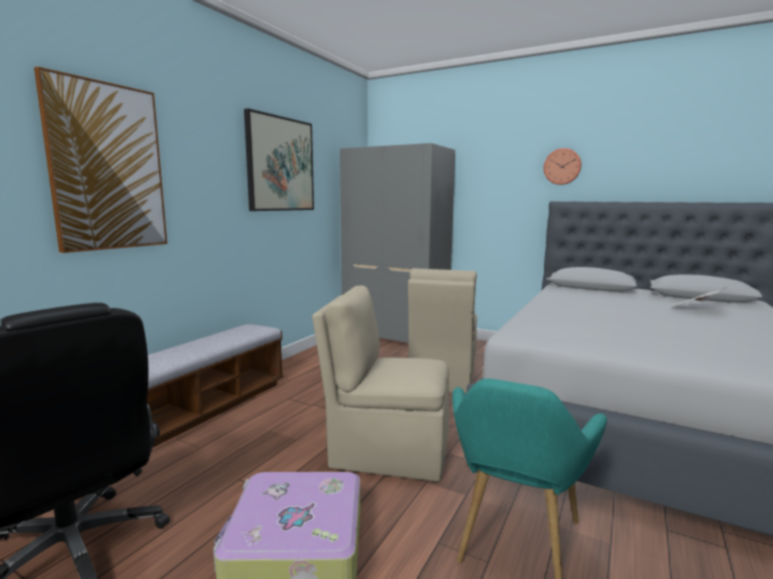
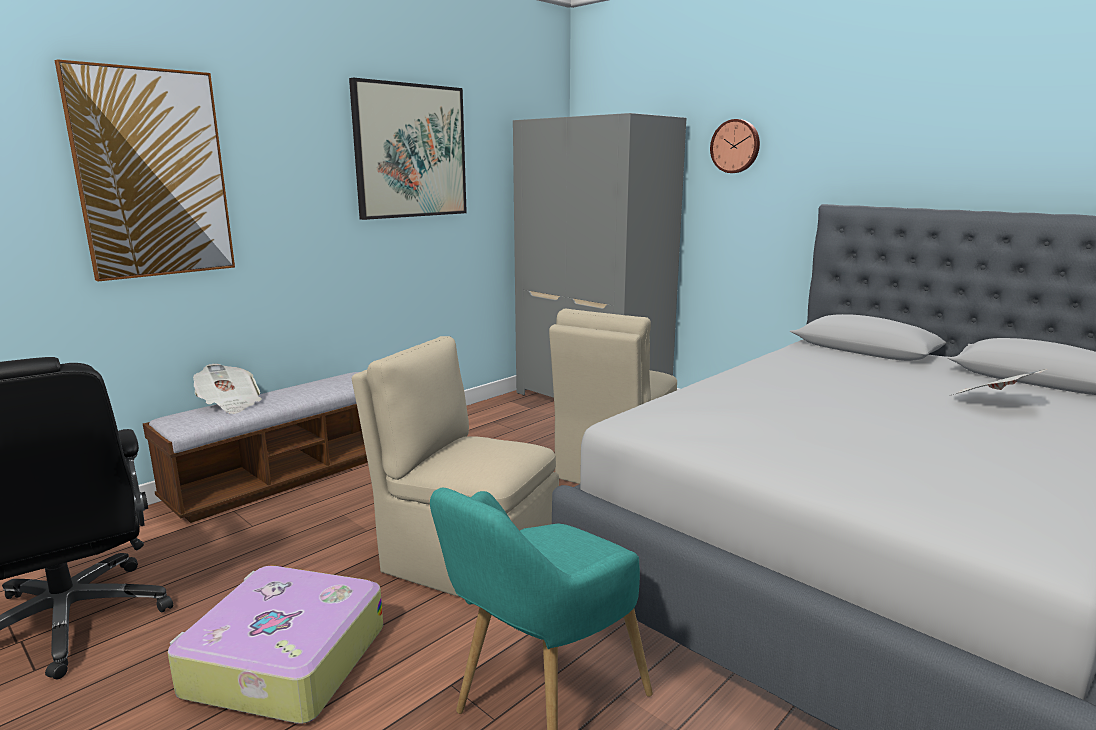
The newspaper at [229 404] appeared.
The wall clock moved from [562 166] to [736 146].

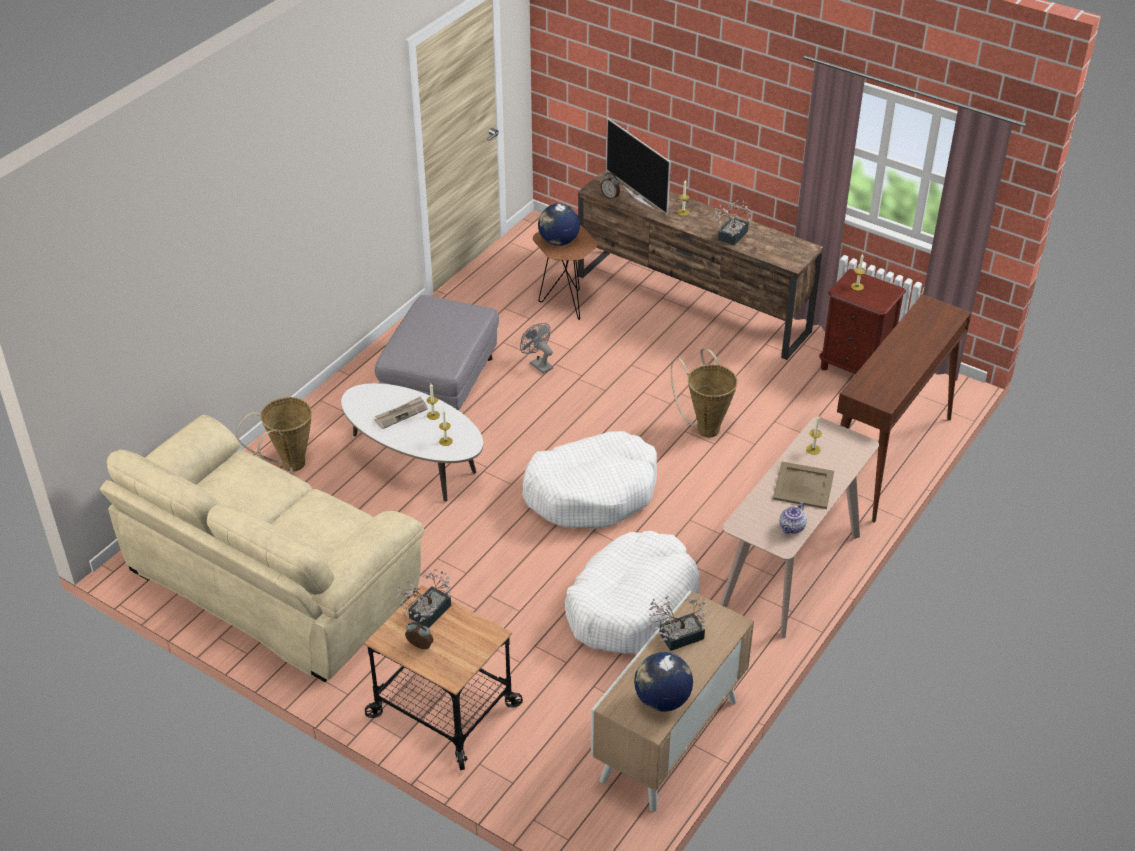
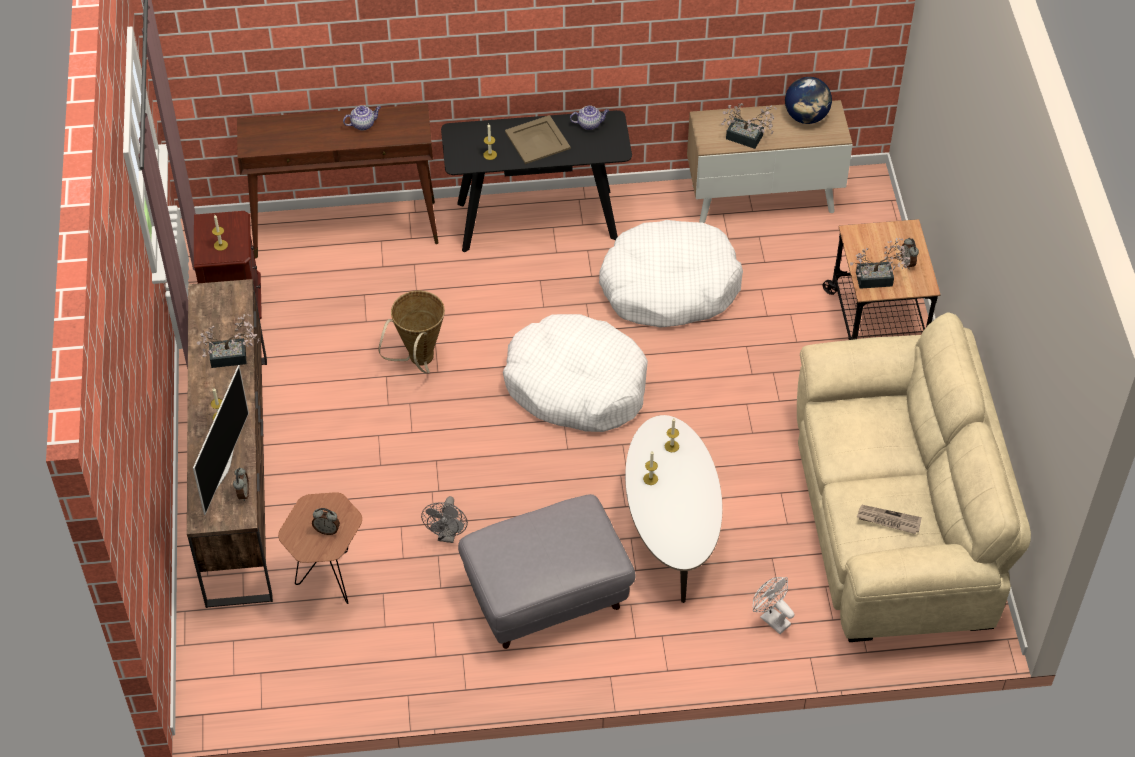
The globe at [558 242] was replaced by the alarm clock at [327 530].
The teapot at [363 124] appeared.
The console table in beige at [791 571] became the console table in black at [537 220].
The basket at [288 467] was replaced by the fan in white at [771 618].
The newspaper moved from [401 414] to [888 520].

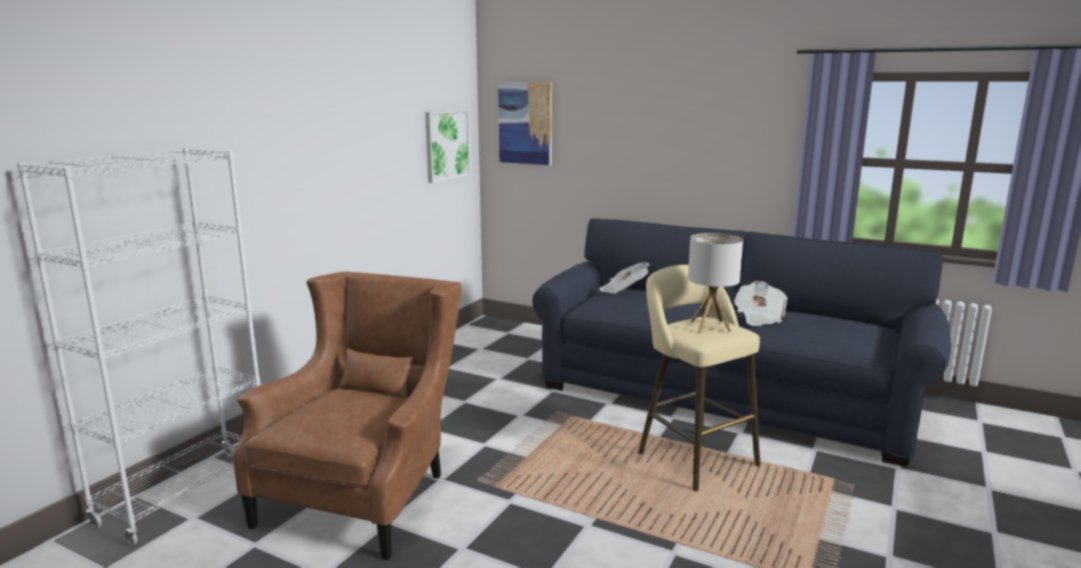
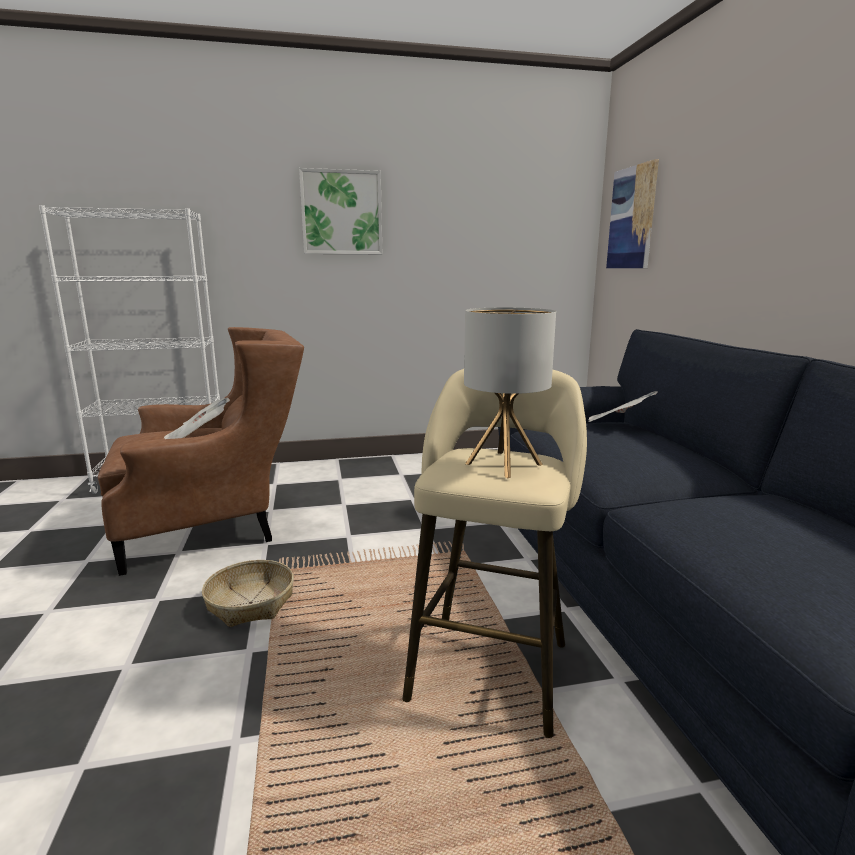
The newspaper moved from [759 318] to [198 437].
The basket at [250 603] appeared.
The picture moved from [447 145] to [341 213].

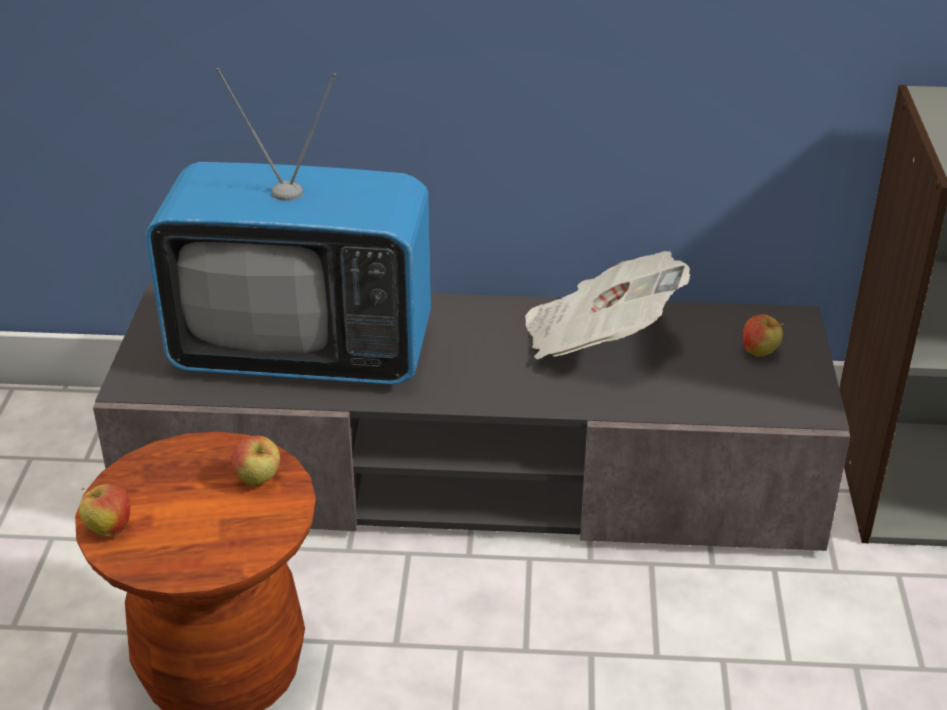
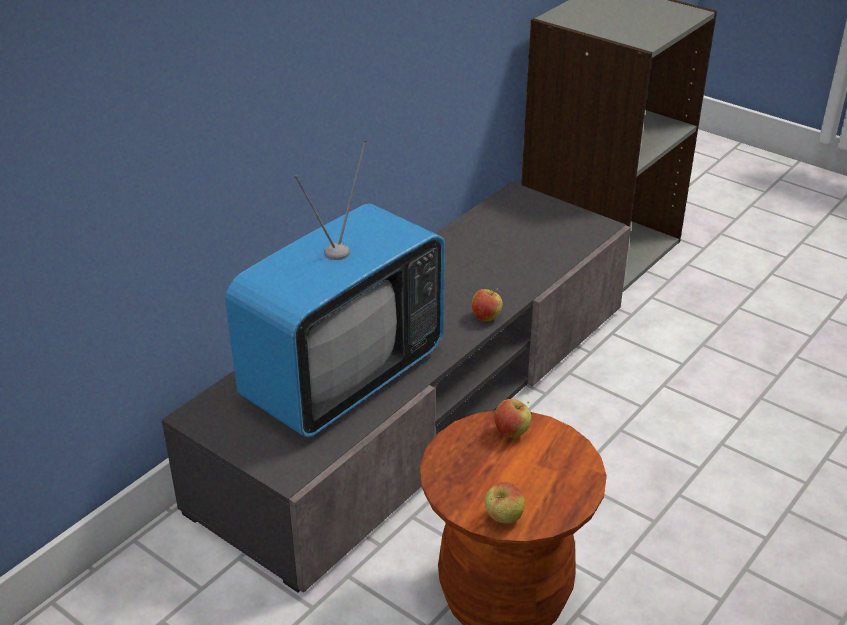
The apple moved from [759 353] to [486 318].
The newspaper at [598 340] disappeared.

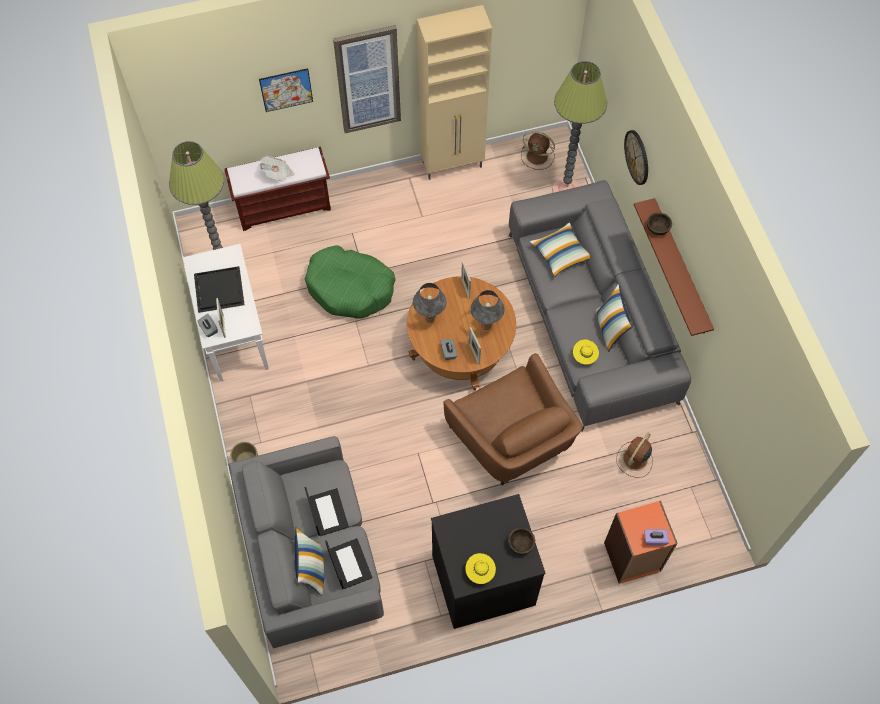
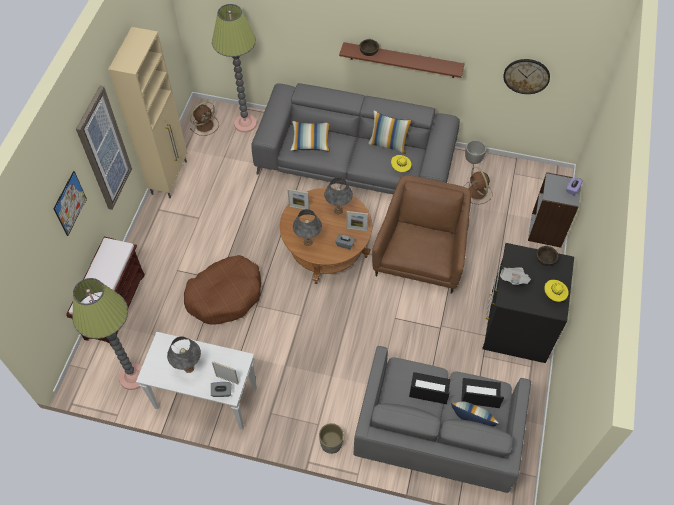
The tray in black at [218 289] was replaced by the table lamp in grey at [188 368].
The dog bed in green at [350 288] became the dog bed in brown at [225 295].
The armchair in brown at [512 440] turned 75 degrees counterclockwise.
The planter at [473 159] appeared.
The newspaper moved from [278 173] to [514 279].
The wall clock moved from [637 157] to [526 76].
The bookcase in orange at [632 557] became the bookcase in grey at [546 230].

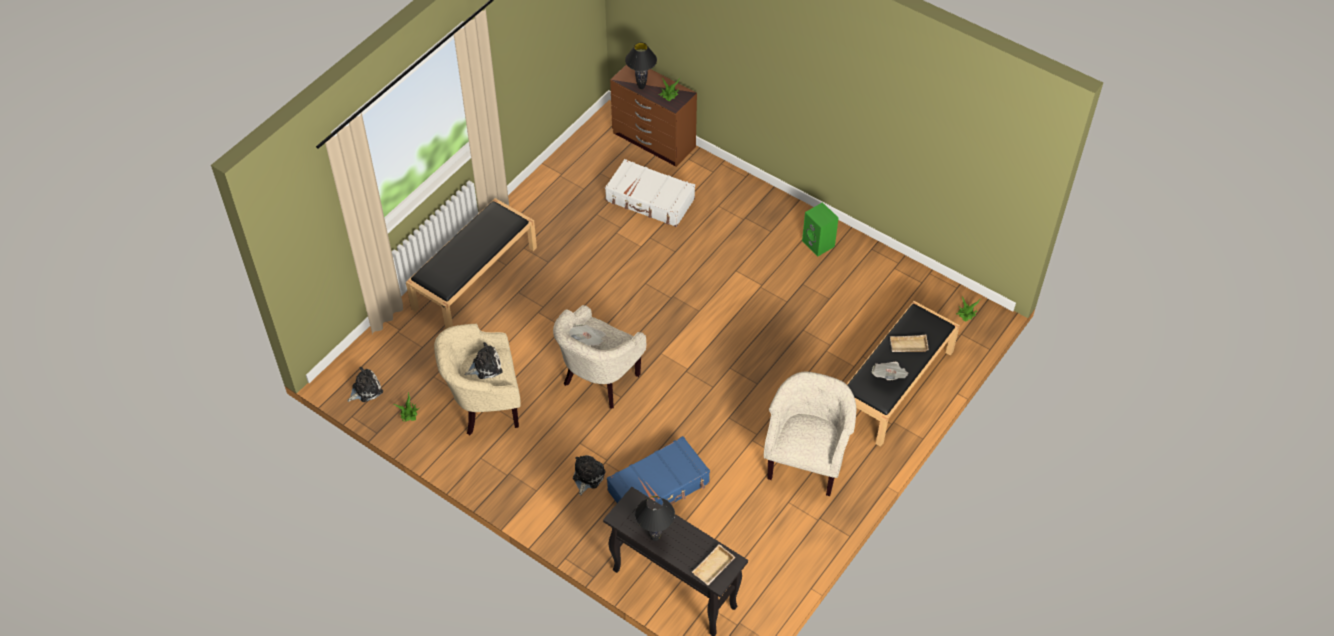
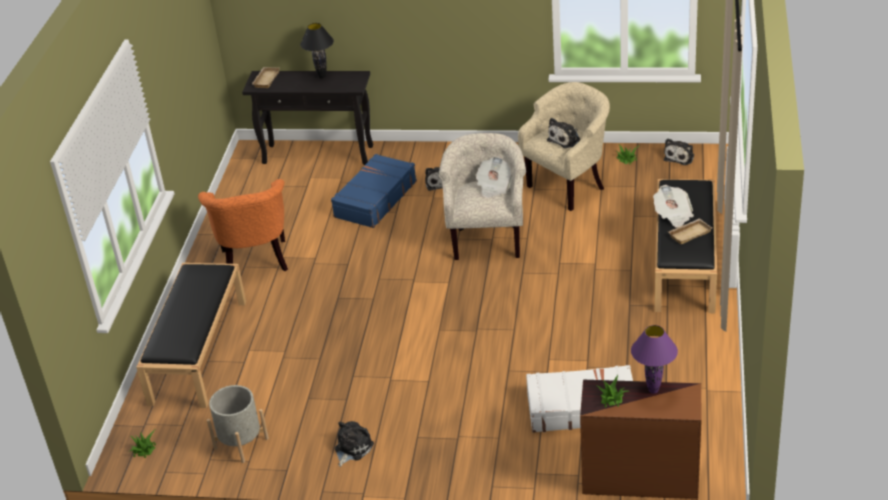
The armchair in beige at [806 462] became the armchair in orange at [255 262].
The planter in grey at [241 443] appeared.
The speaker in green at [819 244] was replaced by the plush toy at [352 448].
The table lamp in black at [641 87] became the table lamp in purple at [653 390].
The newspaper moved from [888 376] to [673 215].
The tray in beige moved from [908 347] to [689 233].

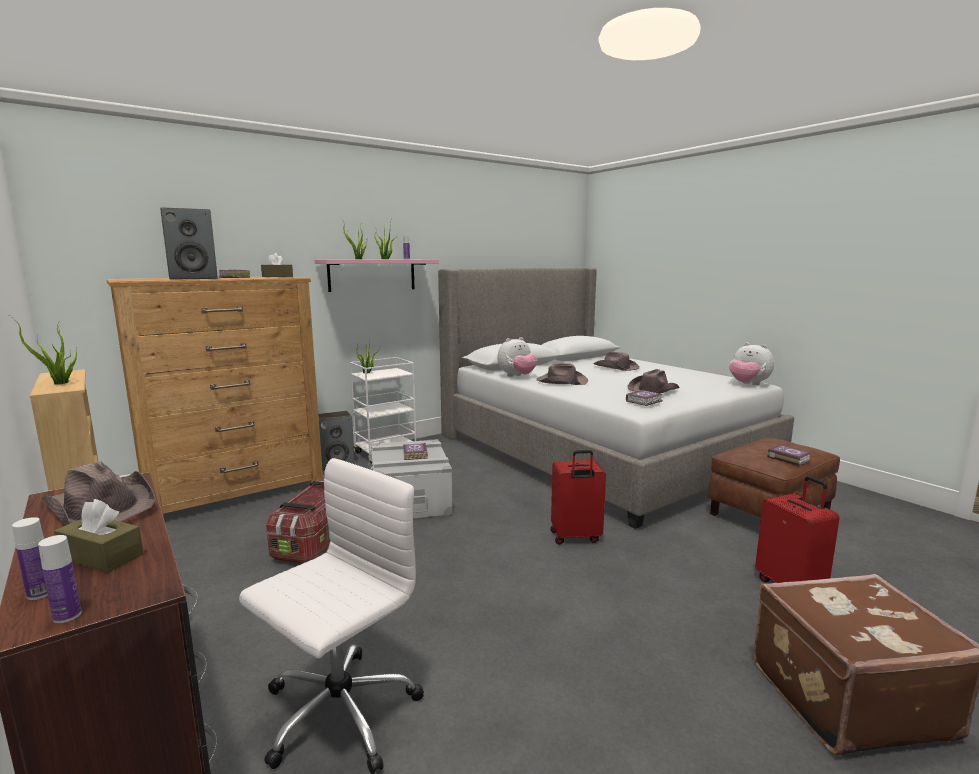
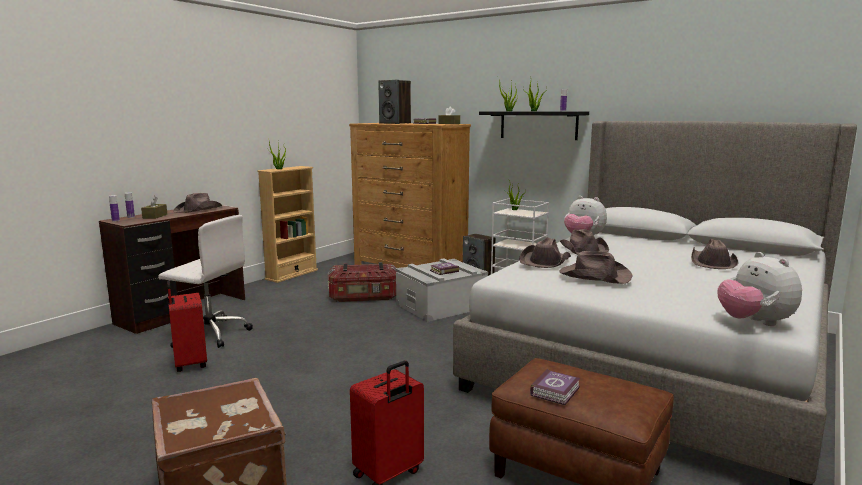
The suitcase in red moved from [575 537] to [189 364].
The shelf in pink at [372 275] became the shelf in black at [538 125].
The hat in brown at [545 261] appeared.
The plush toy at [748 384] turned 45 degrees counterclockwise.
The book at [645 401] disappeared.

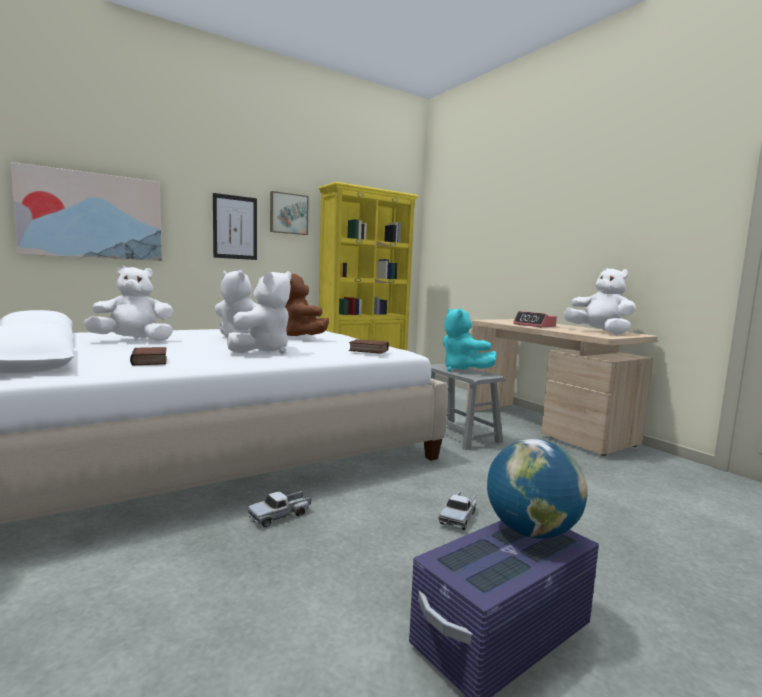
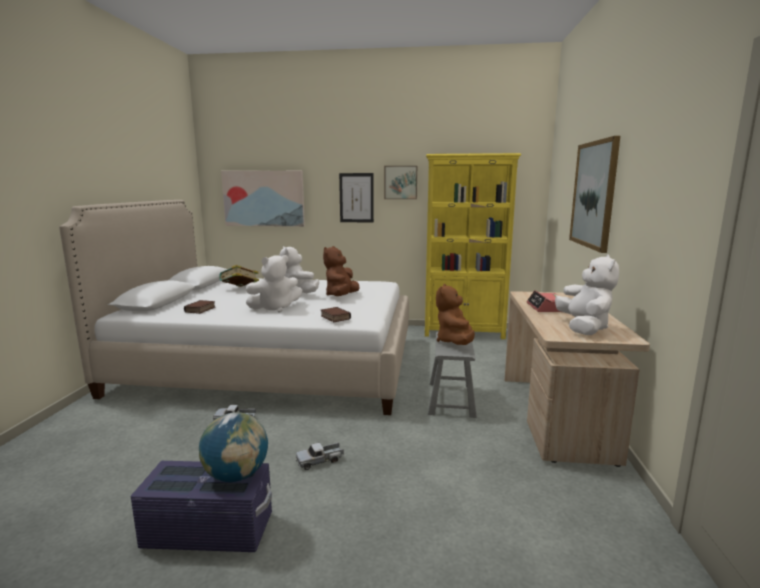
The plush toy in white at [134 340] was replaced by the book at [239 289].
The plush toy in turquoise at [462 370] became the plush toy in brown at [455 342].
The picture at [594 194] appeared.

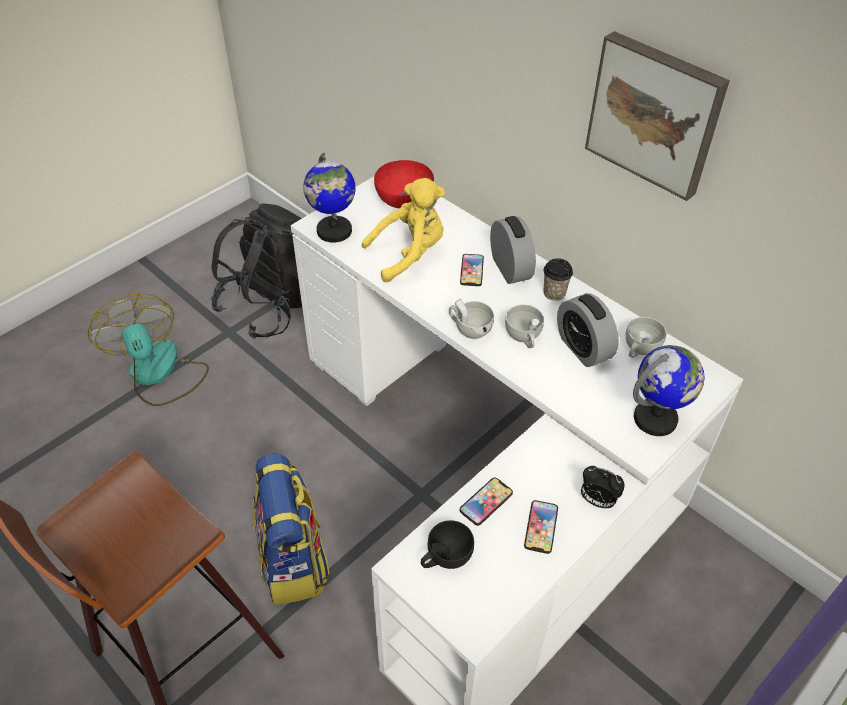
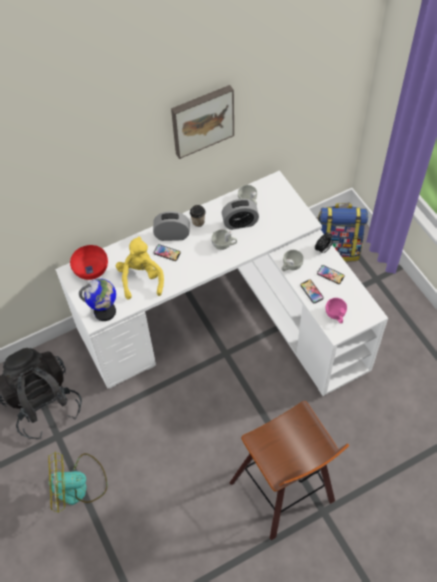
The cup in white moved from [469 328] to [290 266].
The backpack moved from [294 562] to [337 249].
The cup in black at [445 557] became the cup in pink at [336 315].
The globe at [656 419] disappeared.

